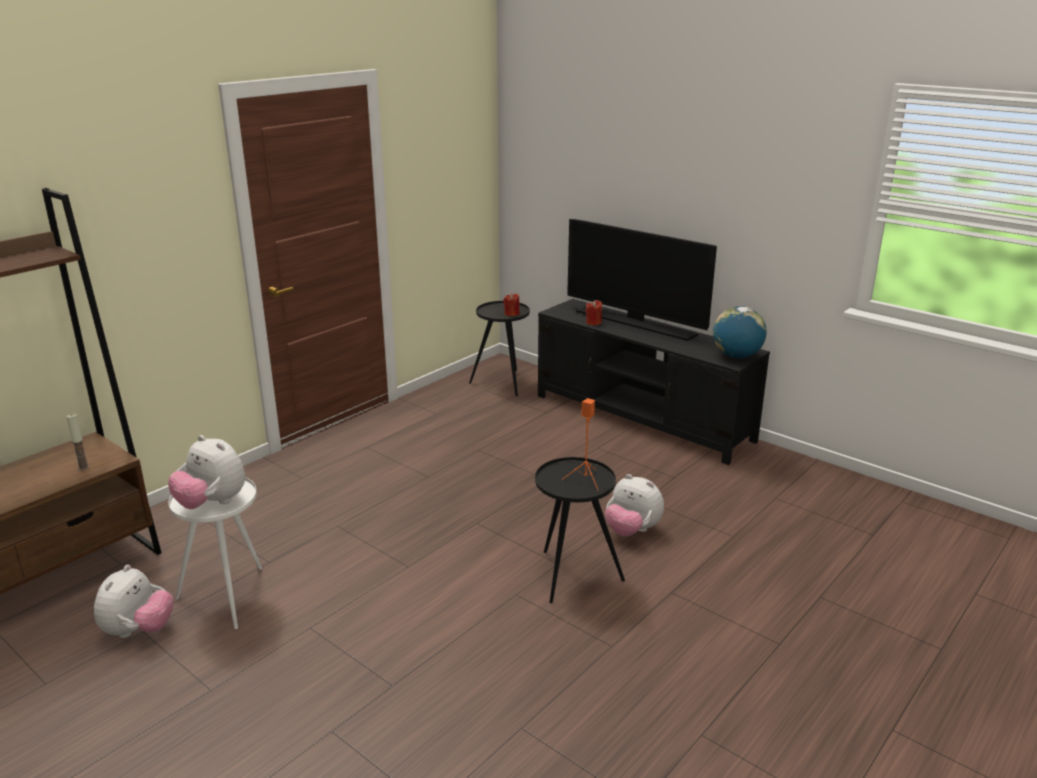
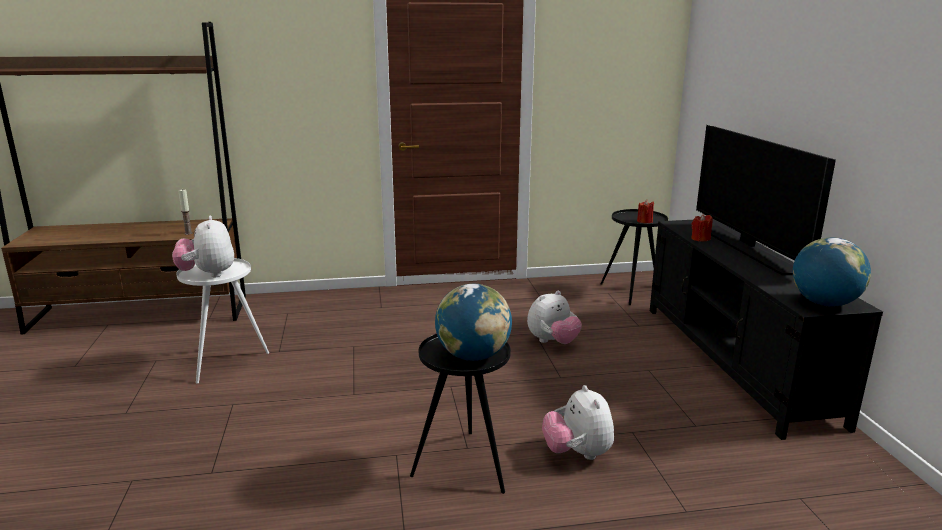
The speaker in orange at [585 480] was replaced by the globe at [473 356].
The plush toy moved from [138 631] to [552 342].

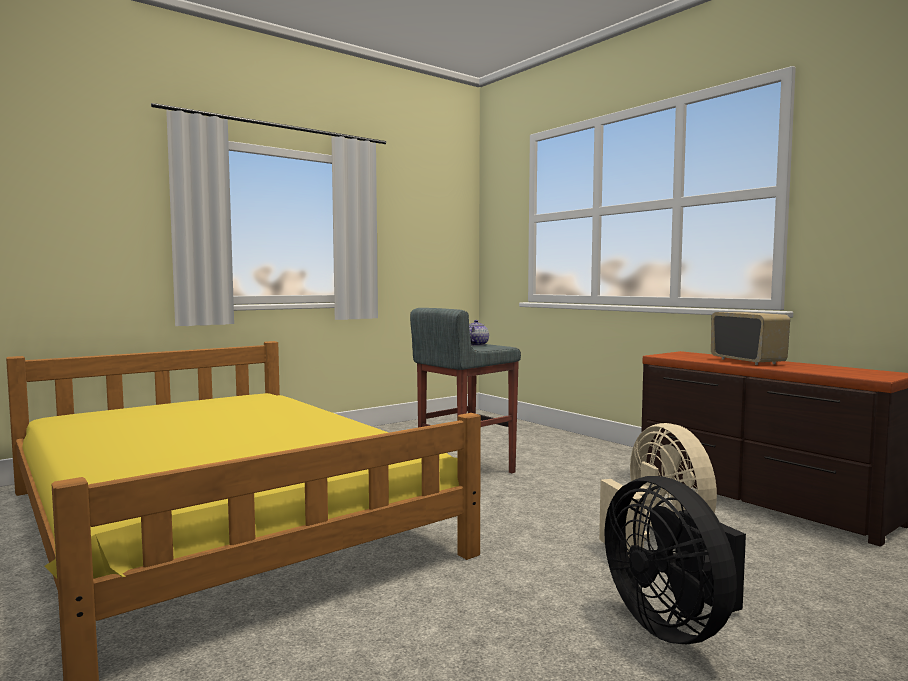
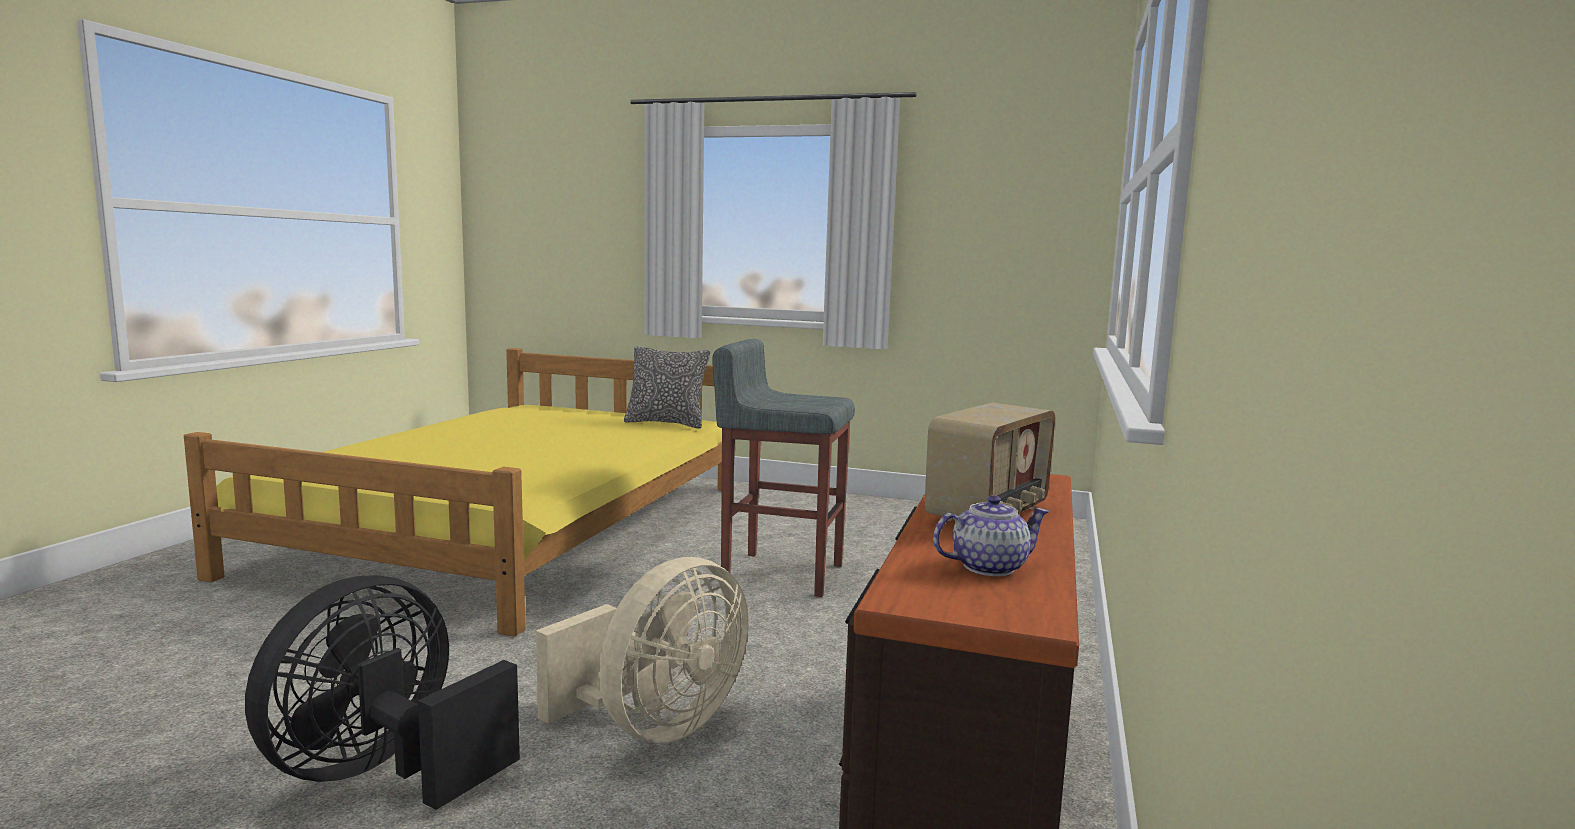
The pillow at [666 423] appeared.
The teapot moved from [475 345] to [987 567].

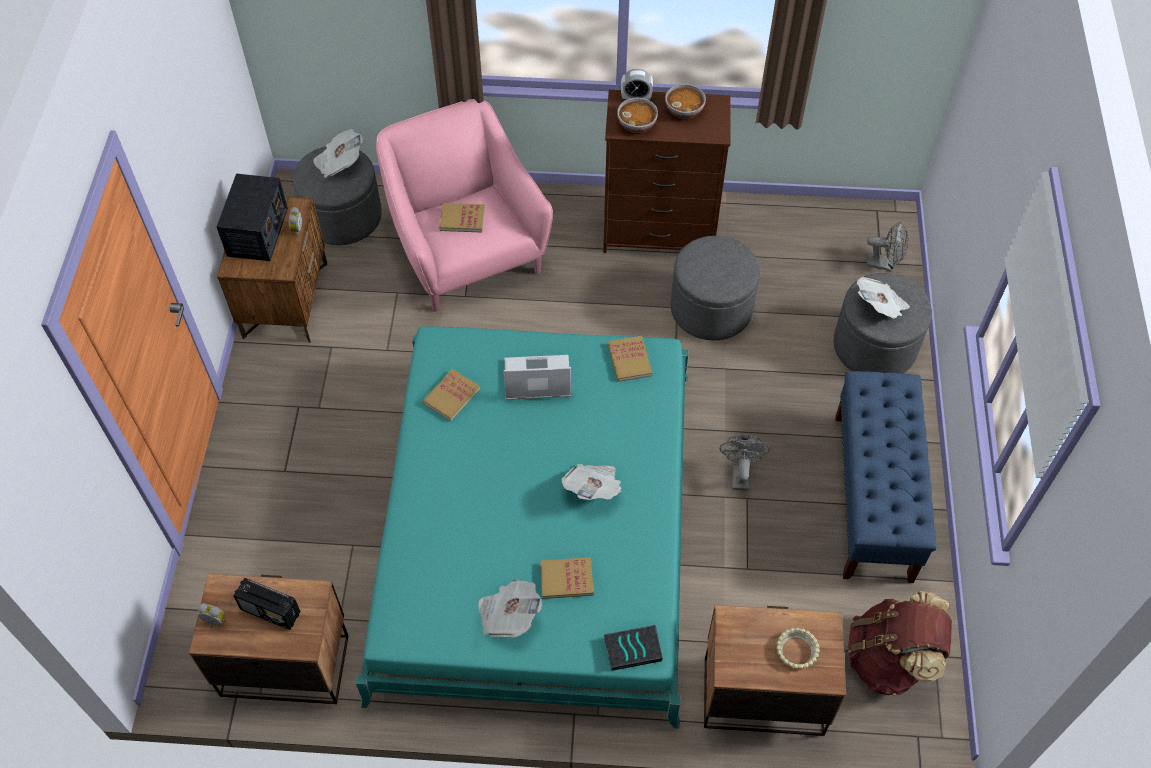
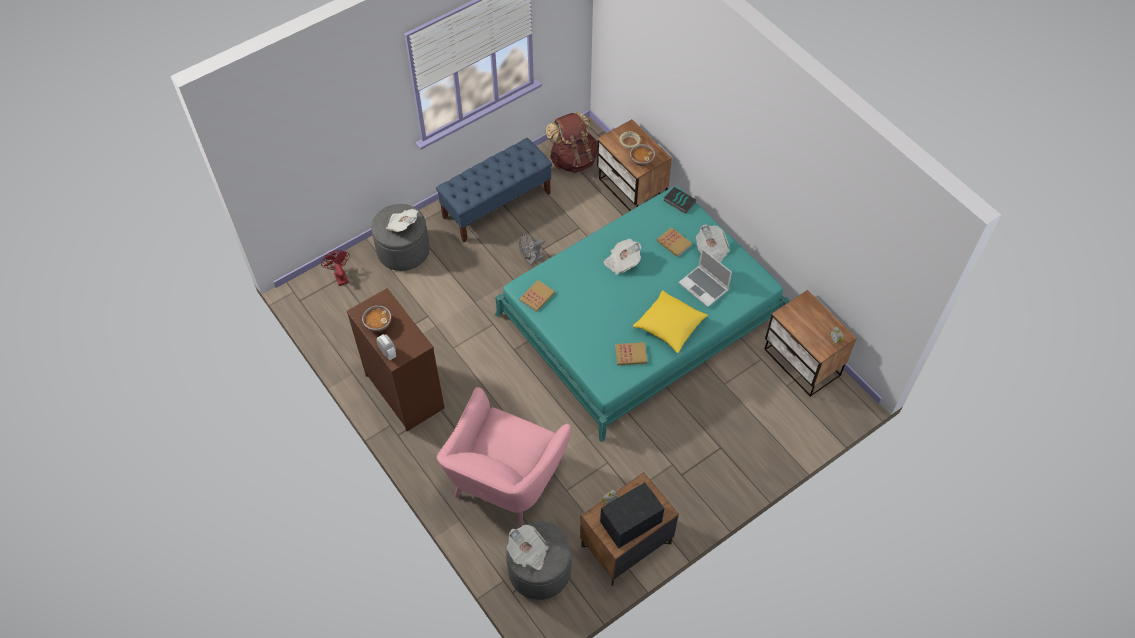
The fan in grey at [884 264] became the fan in red at [340 276].
The bowl moved from [637 124] to [641 160].
The pillow in yellow at [669 326] appeared.
The laptop moved from [536 380] to [704 287].
The radio at [271 611] disappeared.
The book at [462 219] disappeared.
The ottoman in grey at [711 308] disappeared.

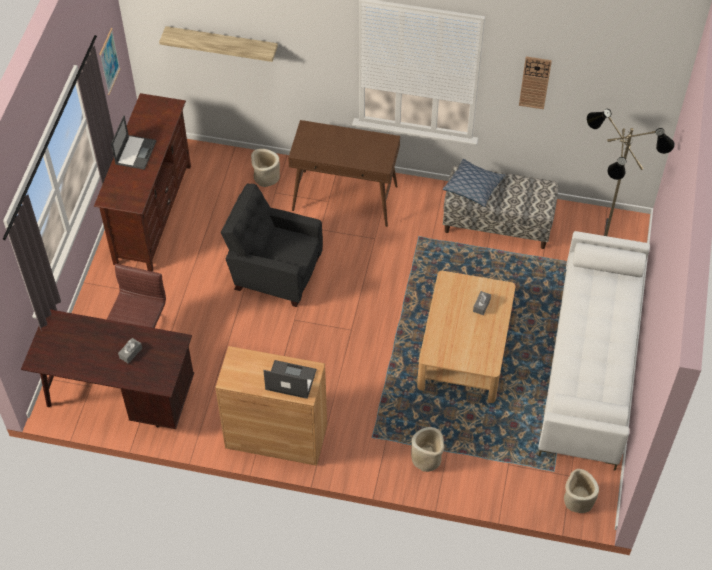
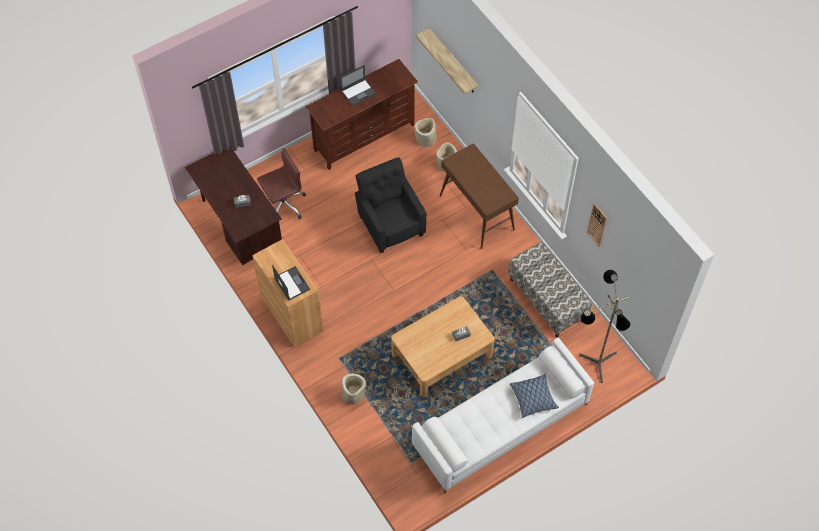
The planter in beige moved from [578 500] to [426 139].
The pillow moved from [473 187] to [533 398].
The picture at [109 61] disappeared.

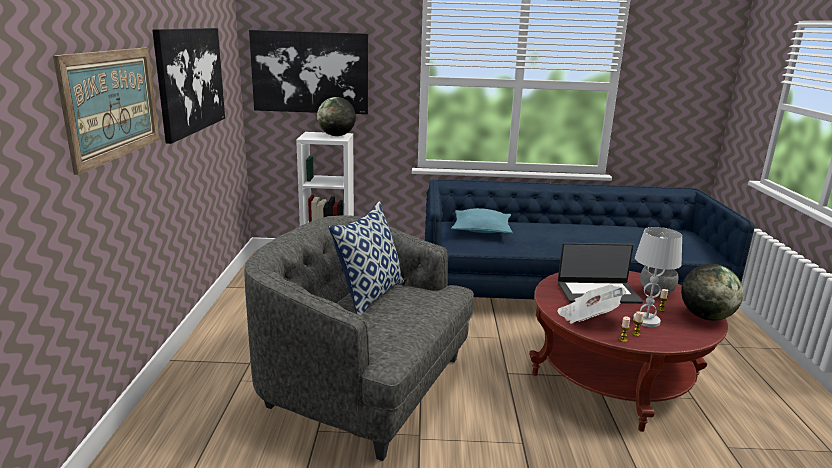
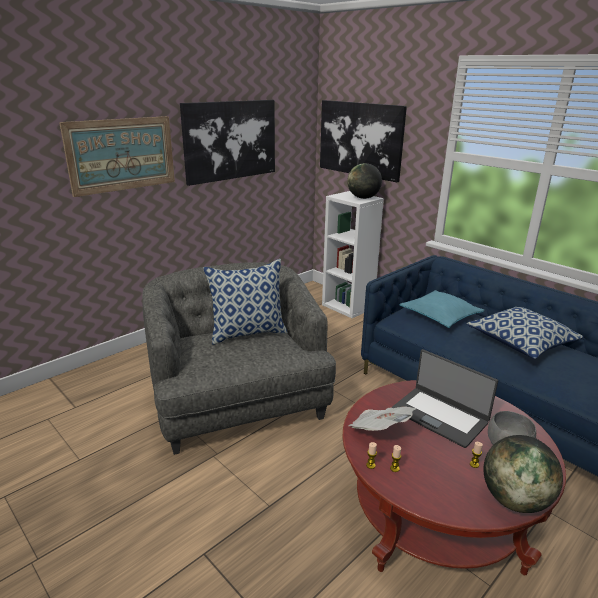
The pillow at [520 343] appeared.
The table lamp in white at [646 321] disappeared.

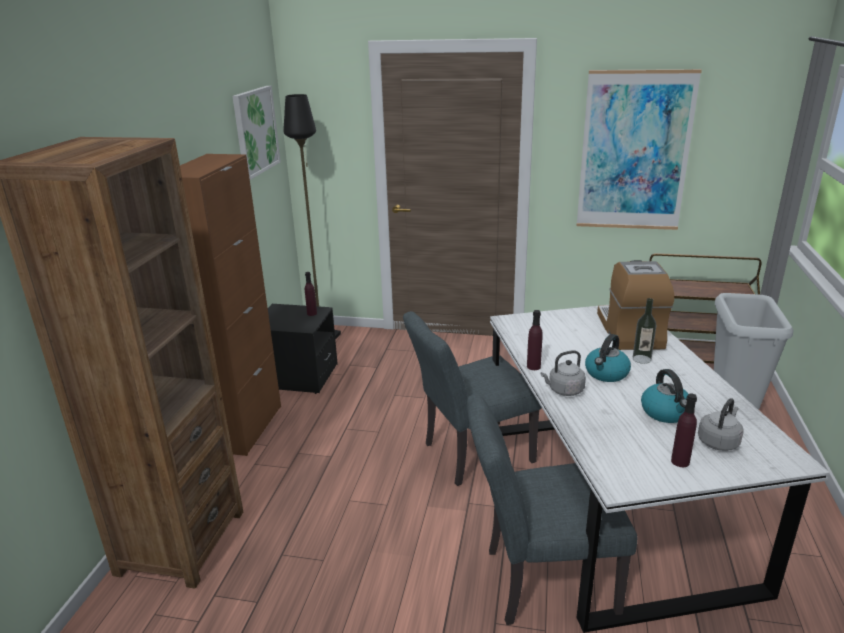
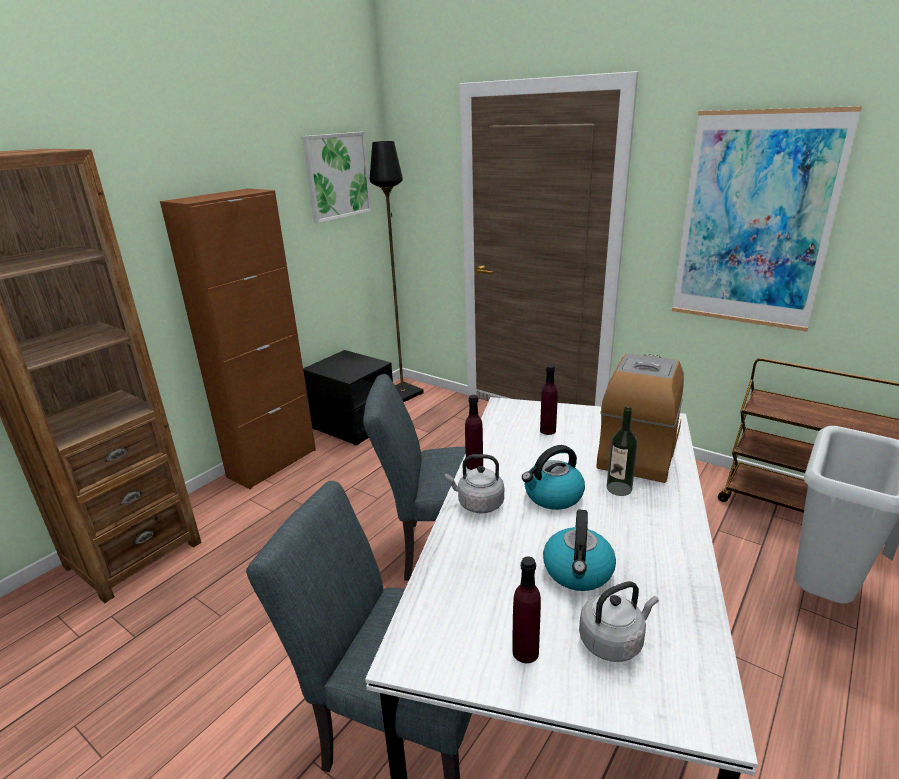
The bottle in purple moved from [312 313] to [547 430].

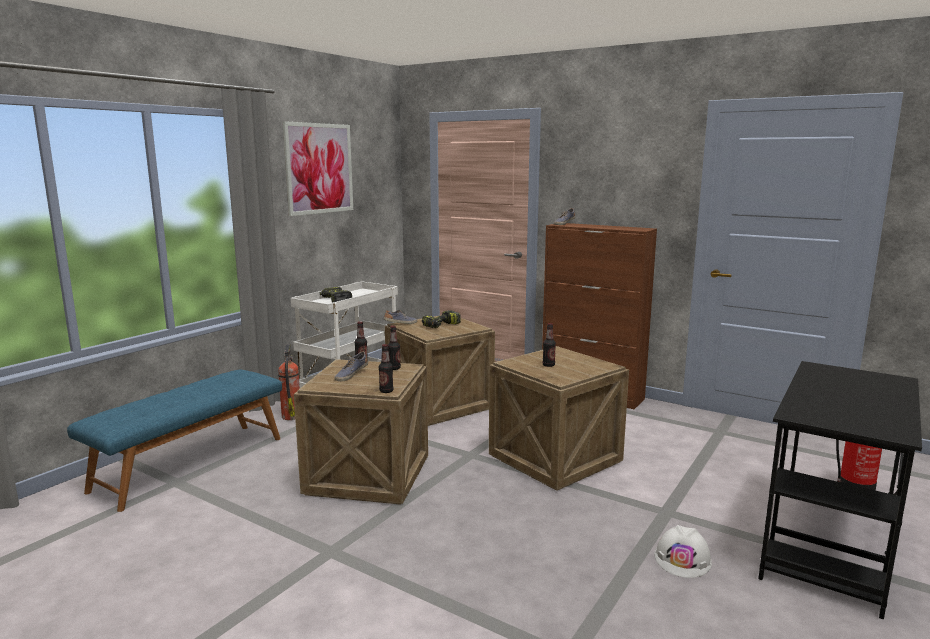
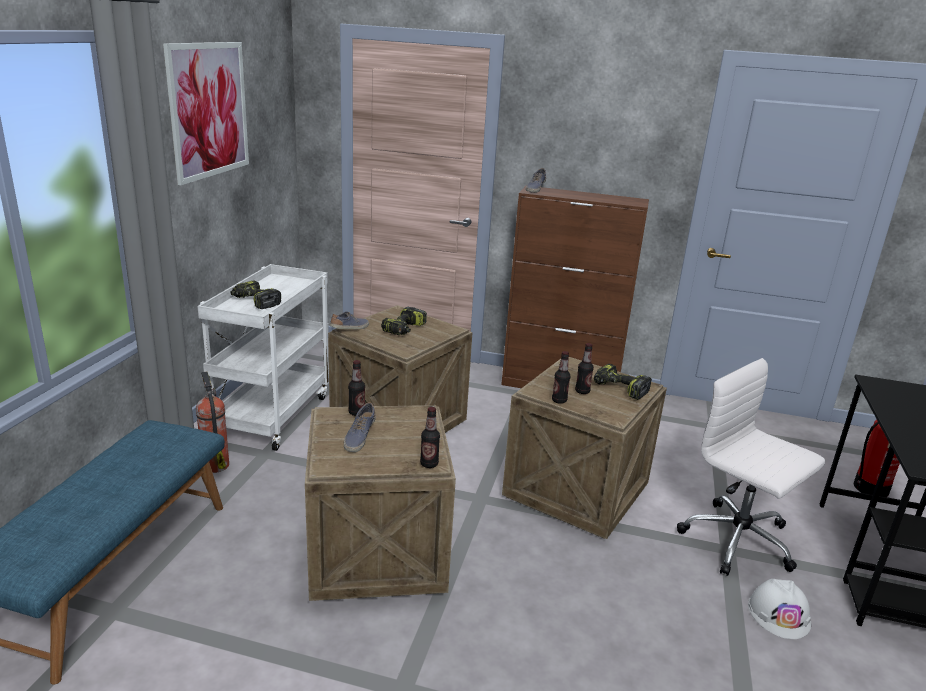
The bottle moved from [394 368] to [559 400].
The power drill at [619 389] appeared.
The office chair in white at [739 541] appeared.

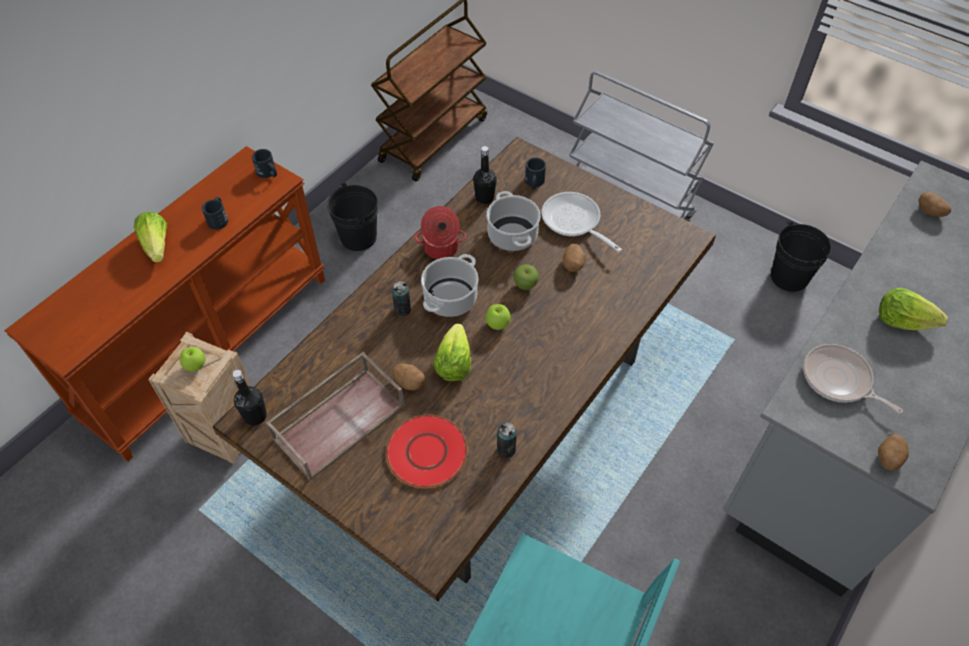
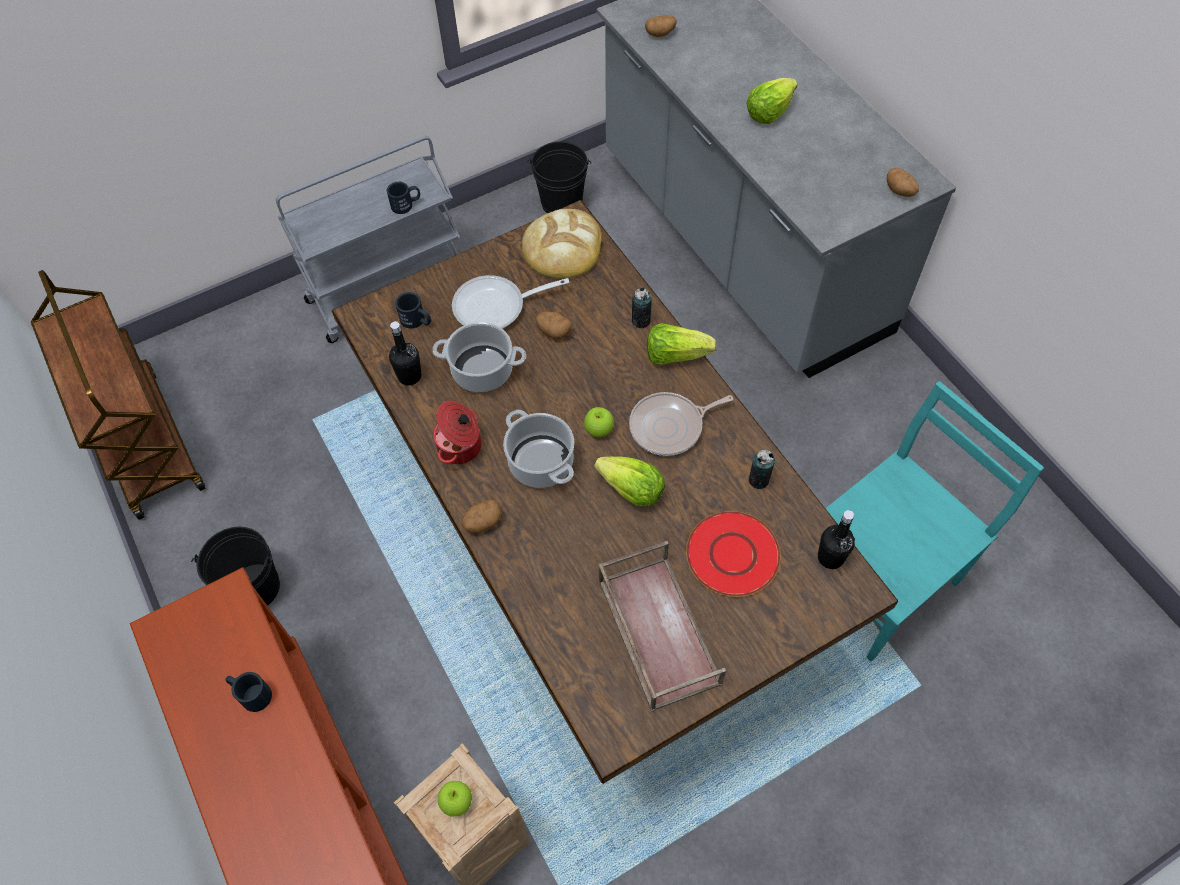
The mug in black moved from [268 173] to [406 204].
The potato moved from [409 382] to [482 523].
The bread at [563 247] appeared.
The frying pan moved from [839 380] to [670 427].
The can moved from [402 310] to [641 321].
The lettuce moved from [157 246] to [675 355].
The bottle in black moved from [255 416] to [830 557].
The apple at [525 285] disappeared.

